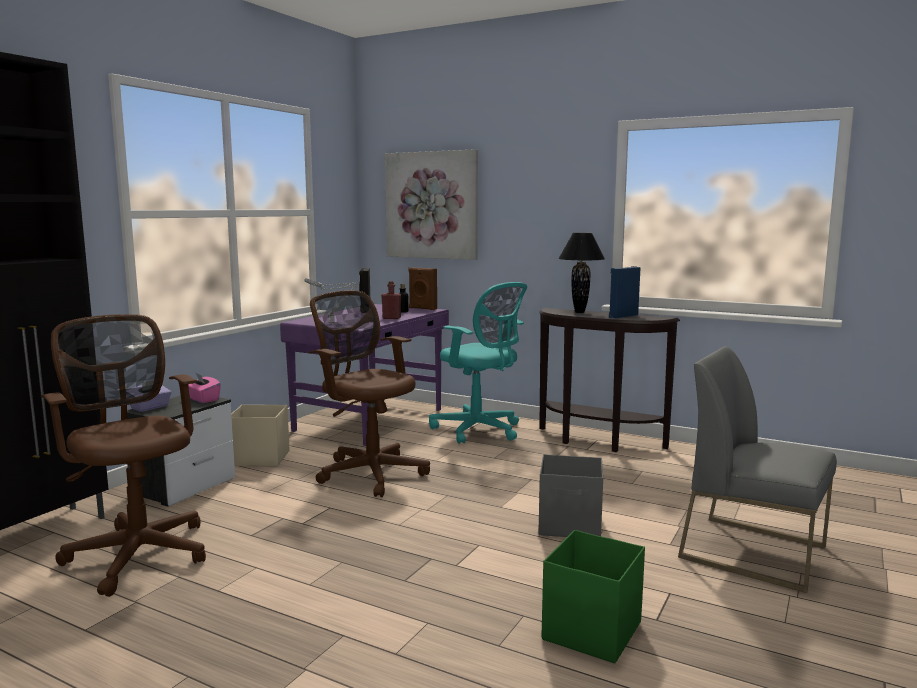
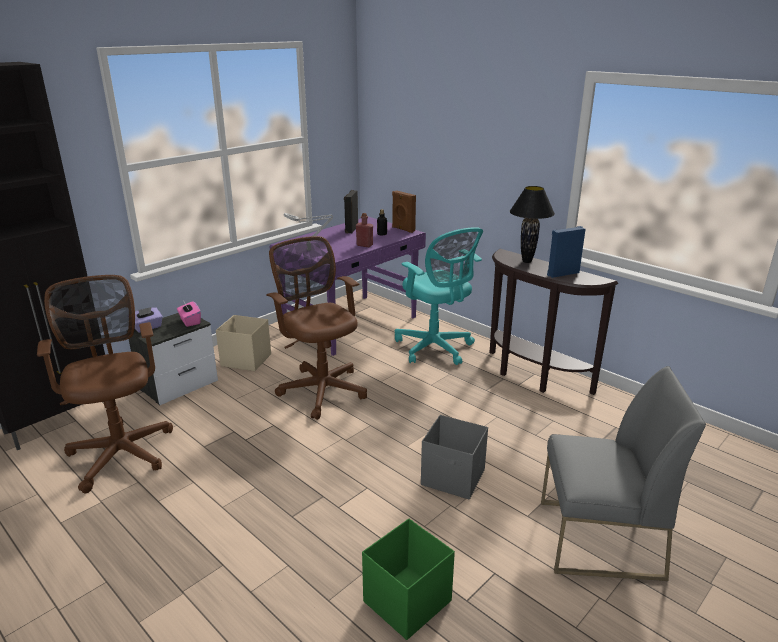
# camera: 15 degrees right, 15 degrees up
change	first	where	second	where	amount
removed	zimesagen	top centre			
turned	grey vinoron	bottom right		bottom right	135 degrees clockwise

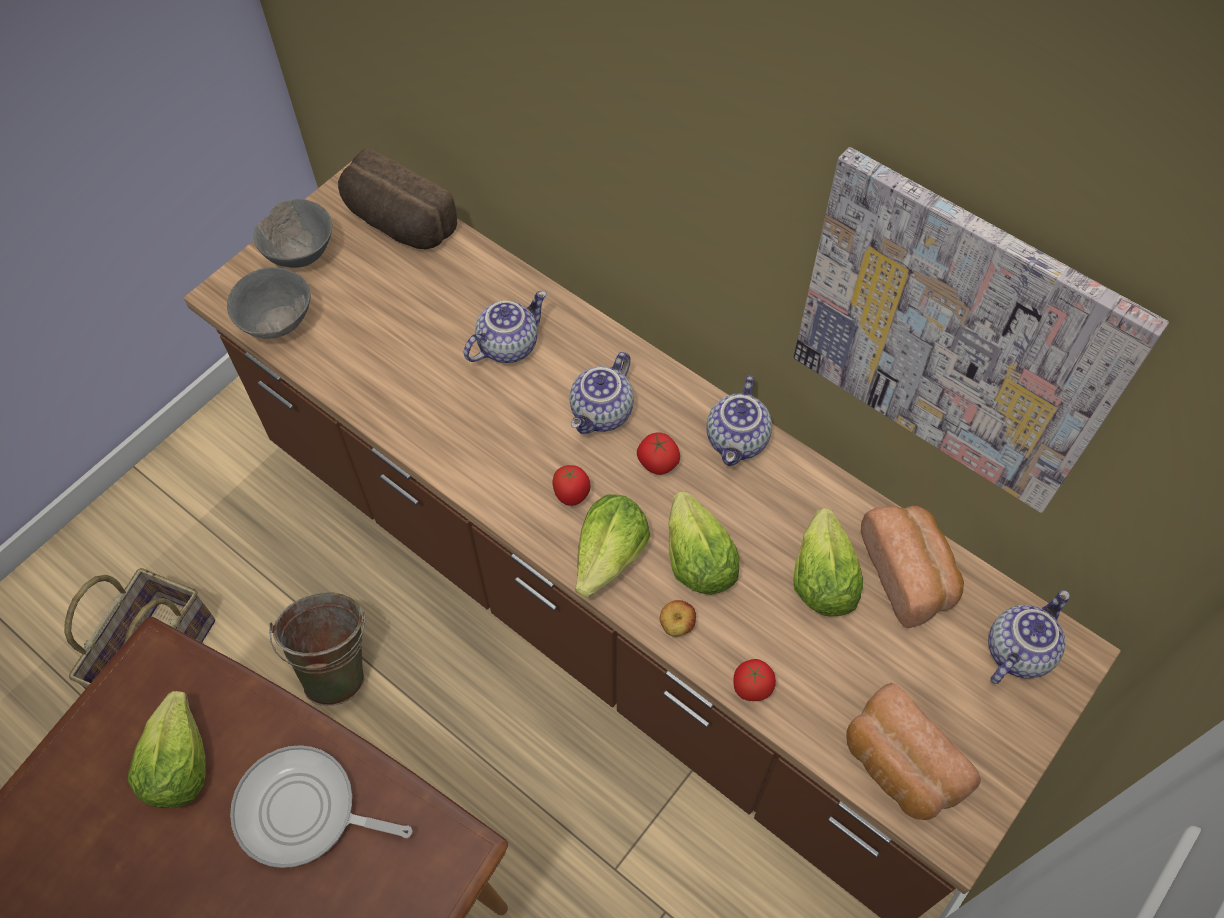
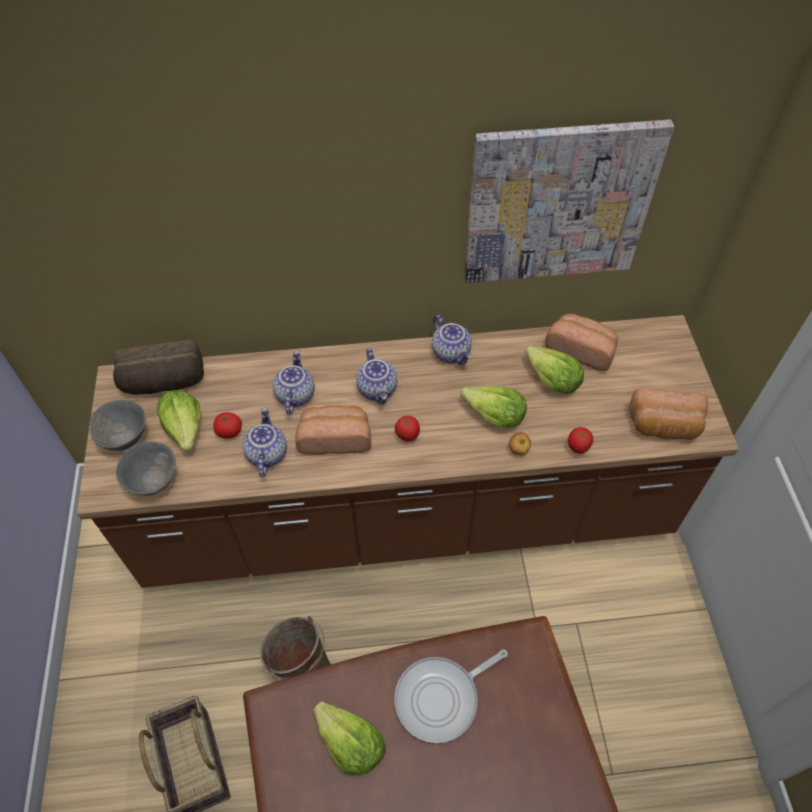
# camera: 45 degrees left, 5 degrees down
change	first	where	second	where	amount
added			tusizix (2nd from left)	centre	
moved	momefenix (2nd from left in the first image)	centre	momefenix (1st from left)	middle left	
moved	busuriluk (2nd from left in the first image)	centre	busuriluk (1st from left)	middle left	
moved	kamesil (4th from left in the first image)	bottom right	kamesil (1st from left)	middle left	

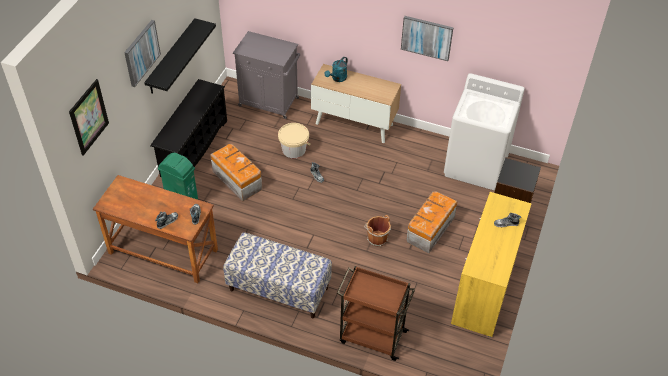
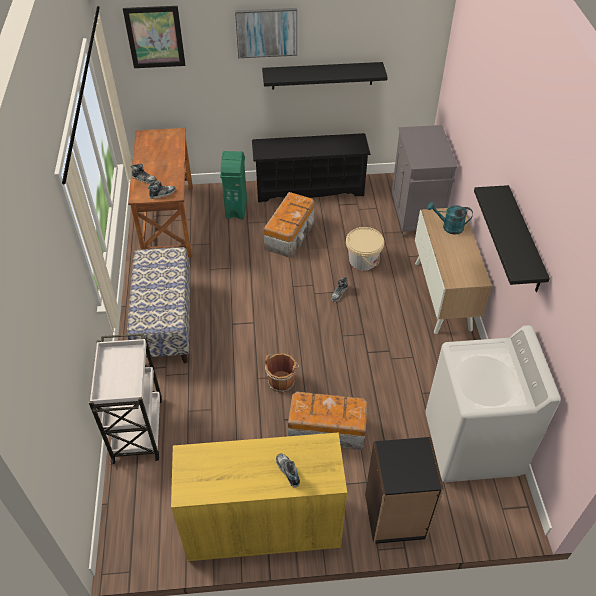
# camera: 65 degrees right, 0 degrees up
change	first	where	second	where	amount
replaced	zimesagen (3rd from left)	top centre	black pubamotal (2nd from left)	middle right	
recoloured	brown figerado	bottom centre	white figerado	bottom left	

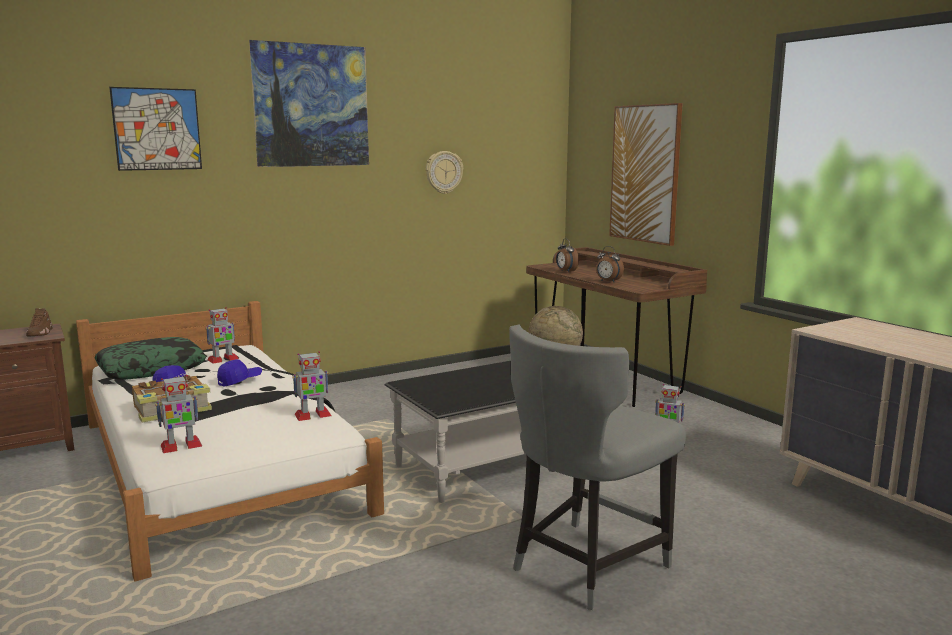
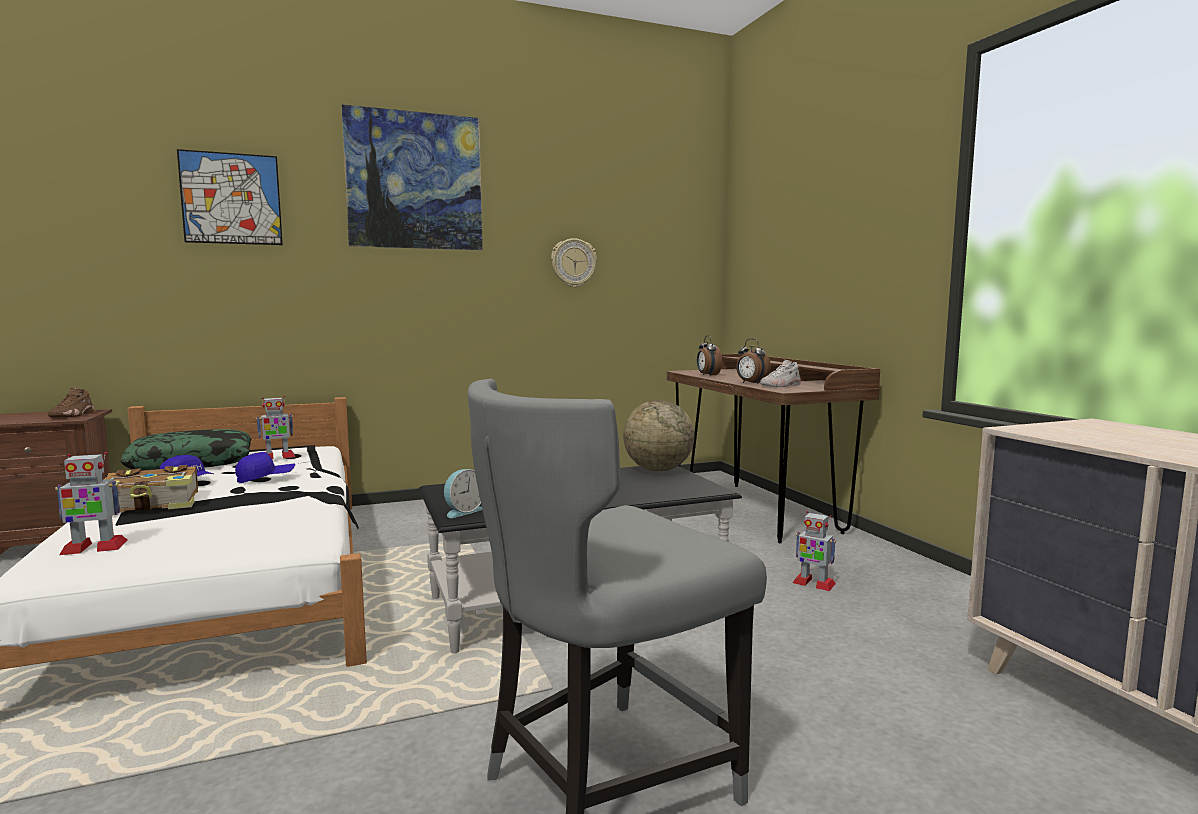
# camera: 10 degrees right, 5 degrees down
change	first	where	second	where	amount
removed	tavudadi (3rd from left)	middle left			
removed	zimesagen (3rd from left)	top right			
added			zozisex (1st from left)	centre	
added			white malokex	centre	

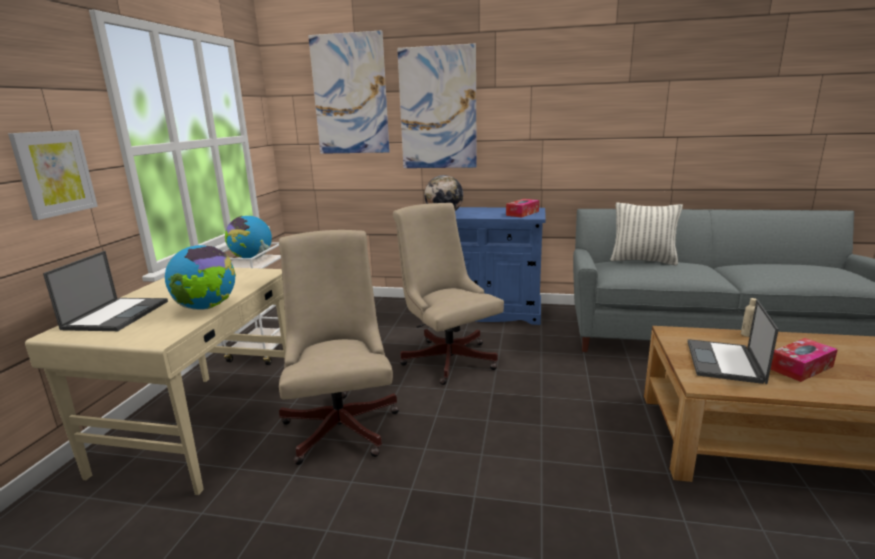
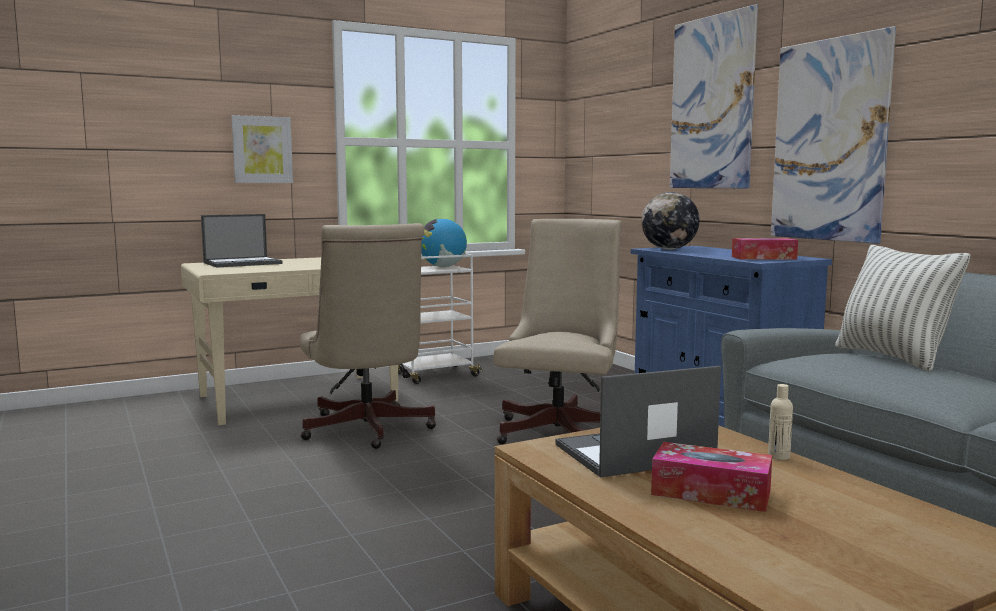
# camera: 50 degrees right, 10 degrees down
change	first	where	second	where	amount
removed	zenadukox (1st from left)	middle left			
moved	zimesagen (2nd from left in the first image)	top centre	zimesagen (3rd from left)	top right	
turned	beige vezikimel (1st from left)	centre		centre	120 degrees clockwise

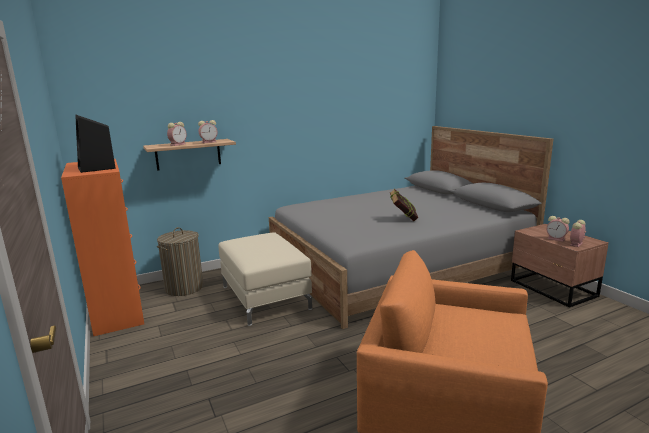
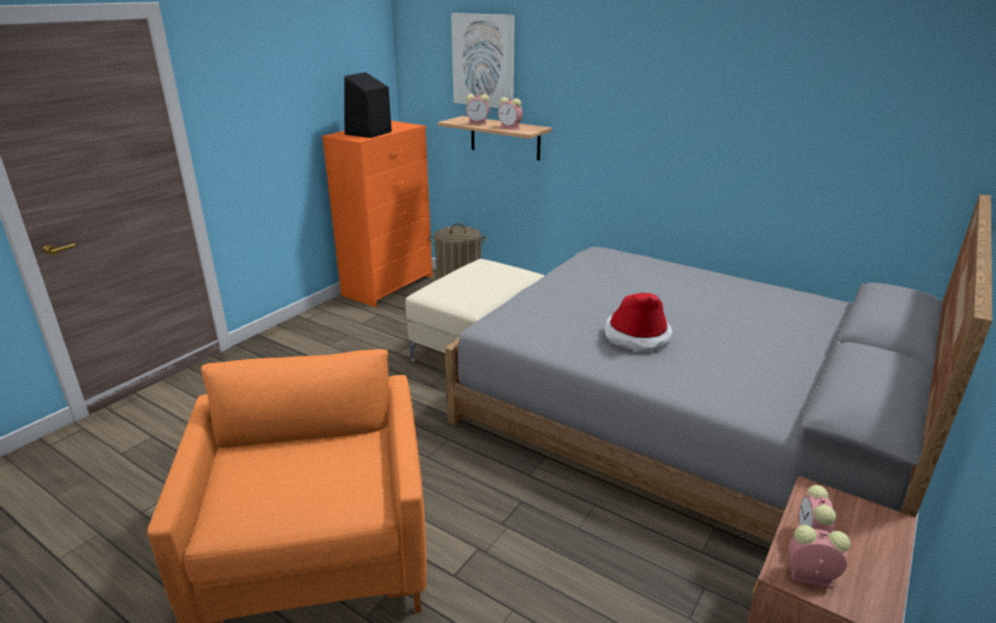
# camera: 60 degrees right, 10 degrees up
change	first	where	second	where	amount
added			zimesagen	top centre	
replaced	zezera	centre	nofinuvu	centre	

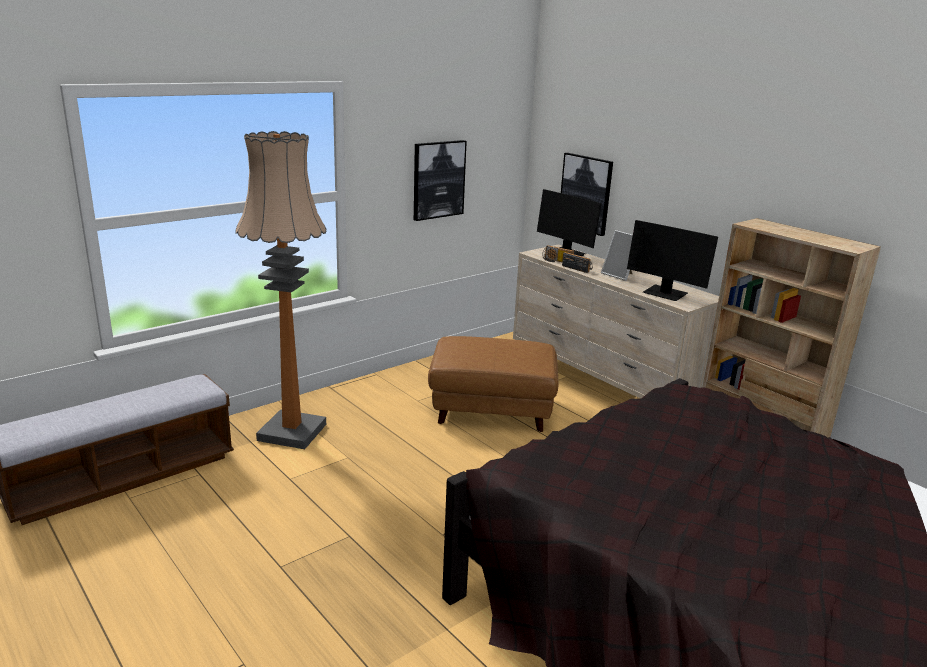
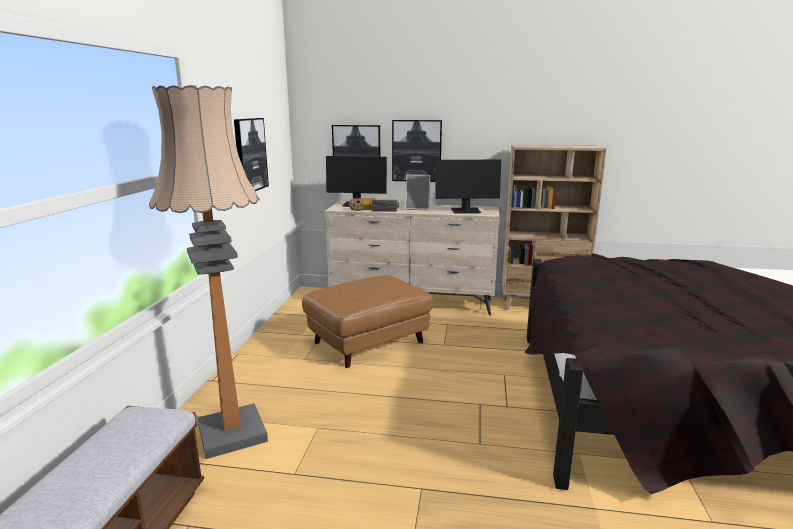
# camera: 40 degrees left, 5 degrees down
change	first	where	second	where	amount
added			zimesagen (3rd from left)	top centre	

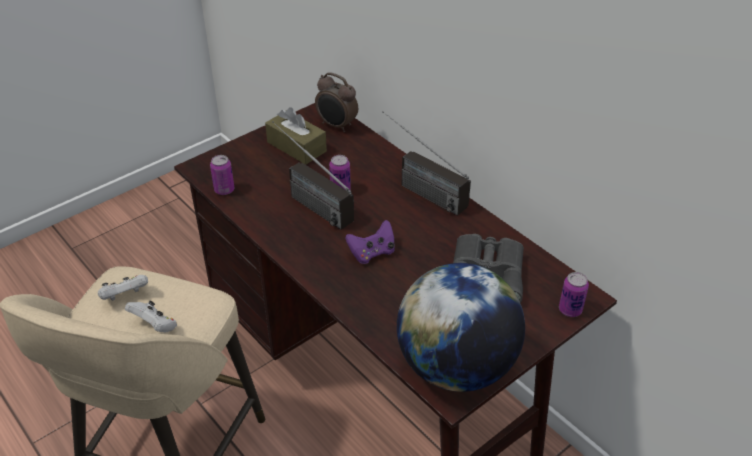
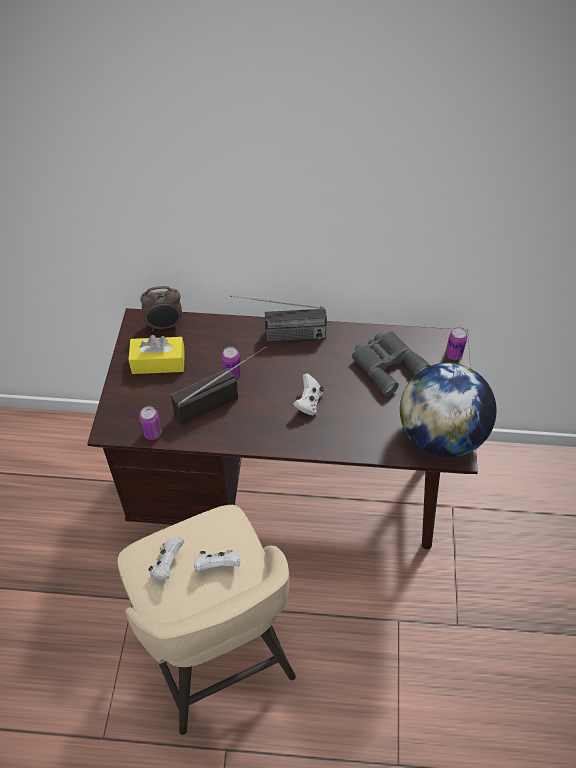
# camera: 45 degrees left, 10 degrees up
change	first	where	second	where	amount
recoloured	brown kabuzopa	top centre	yellow kabuzopa	middle left	
recoloured	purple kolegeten	centre	white kolegeten (3rd from left)	centre	
turned	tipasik (1st from left)	centre		centre	150 degrees clockwise

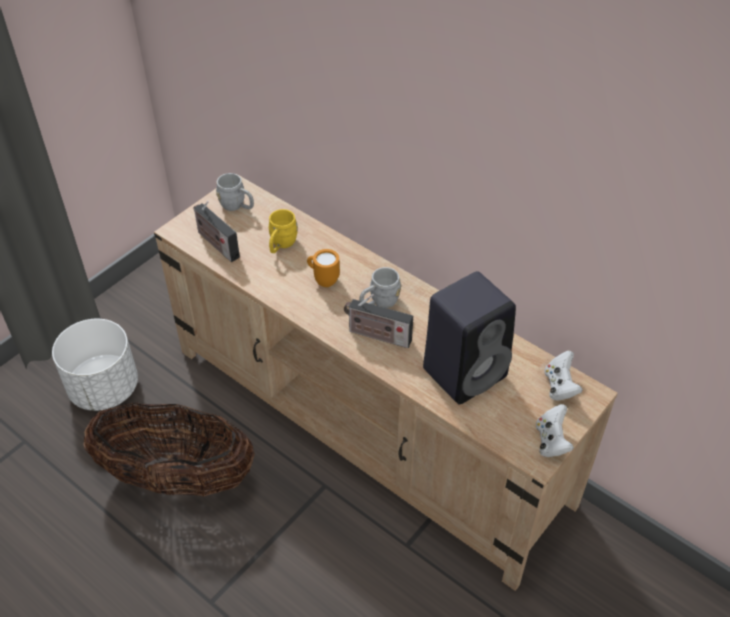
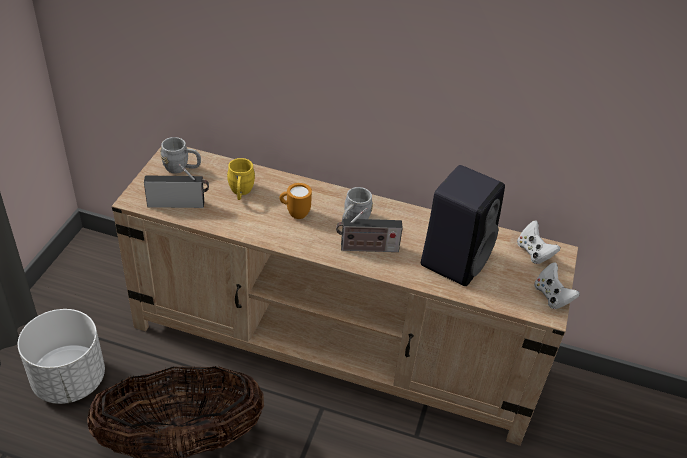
# camera: 25 degrees left, 5 degrees down
change	first	where	second	where	amount
turned	tipasik (1st from left)	middle left		middle left	150 degrees clockwise

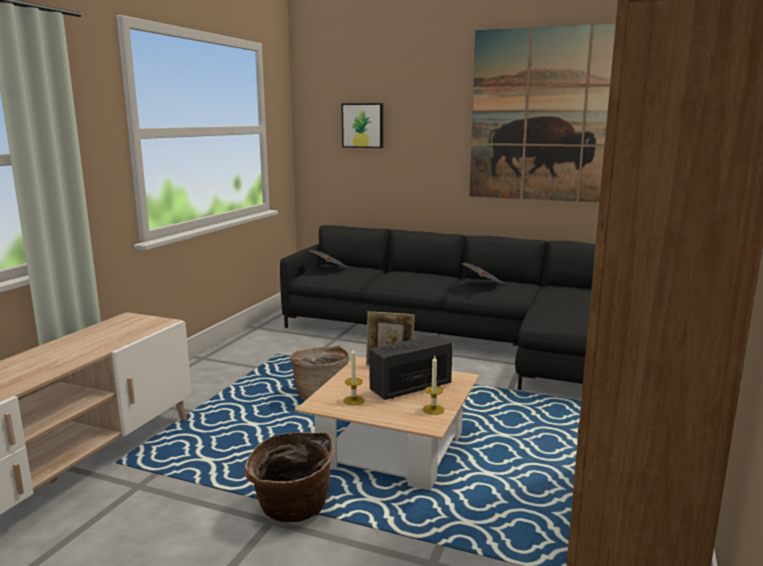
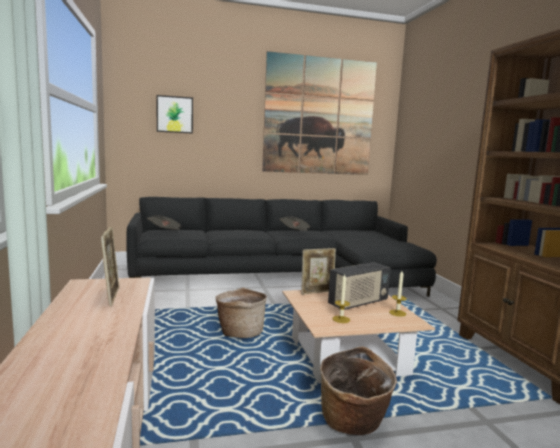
# camera: 35 degrees left, 5 degrees down
change	first	where	second	where	amount
added			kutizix (1st from left)	middle left	
turned	tipasik	centre		centre	150 degrees counterclockwise

